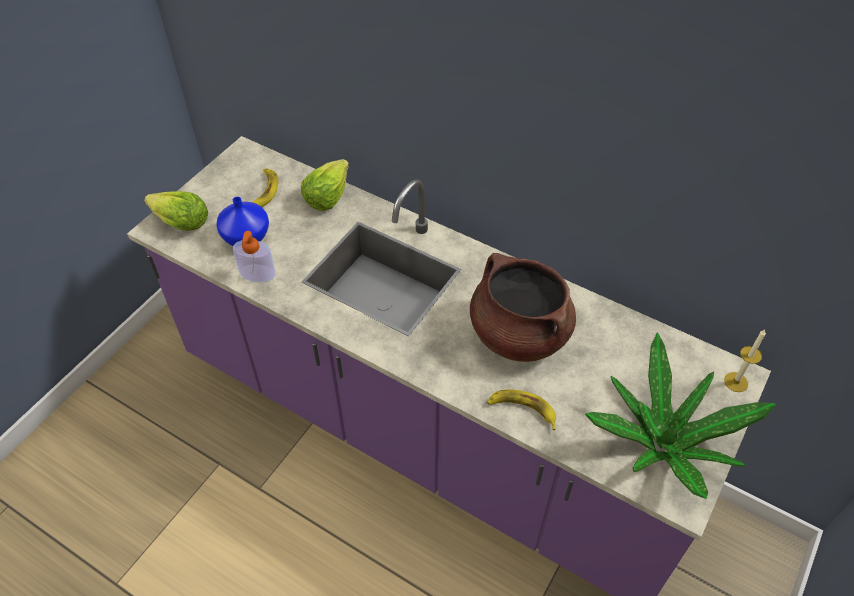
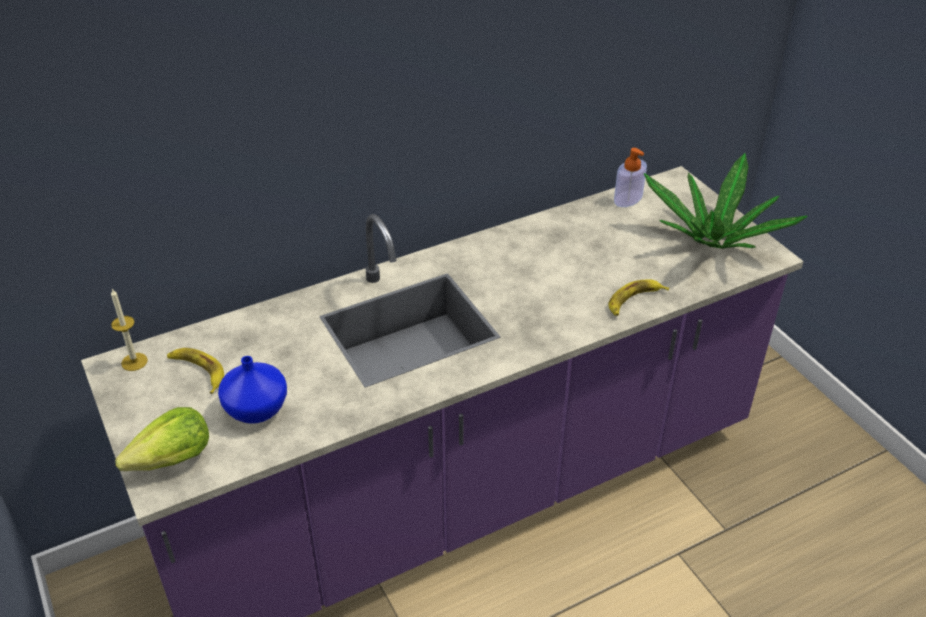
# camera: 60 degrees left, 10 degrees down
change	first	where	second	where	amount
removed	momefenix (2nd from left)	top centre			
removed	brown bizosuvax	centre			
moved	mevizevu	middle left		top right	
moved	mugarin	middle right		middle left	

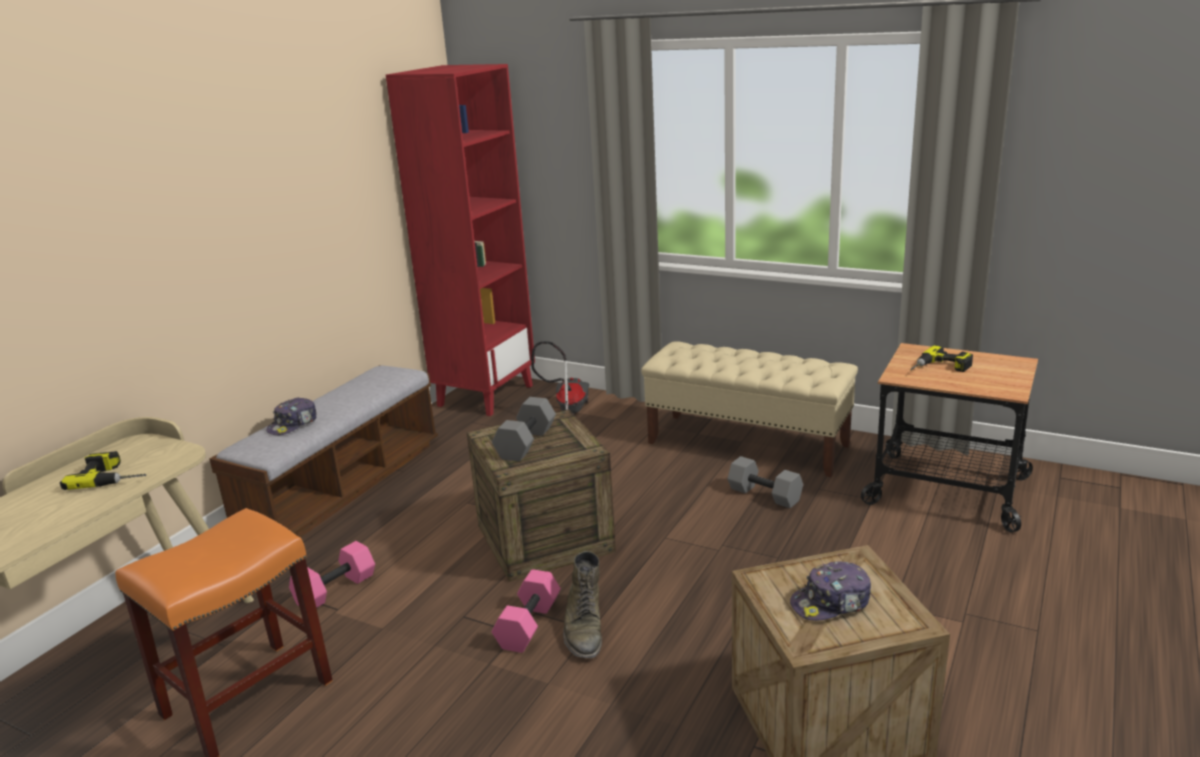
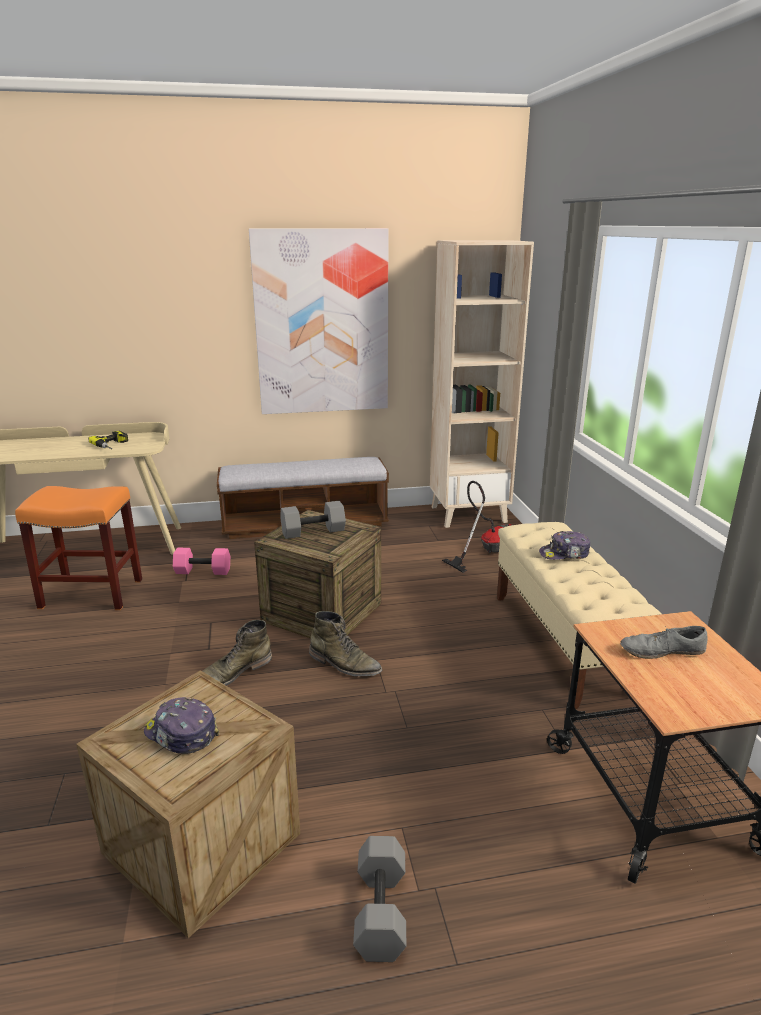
# camera: 50 degrees right, 0 degrees up
change	first	where	second	where	amount
removed	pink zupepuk (2nd from left)	bottom centre			
added			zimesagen	top centre	
added			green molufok (2nd from left)	centre	
moved	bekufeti (1st from left in the first image)	middle left	bekufeti (2nd from left)	middle right	
moved	grey zupepuk (2nd from left)	centre		bottom centre	
replaced	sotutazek (2nd from left)	middle right	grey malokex	middle right	
recoloured	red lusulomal	top centre	beige lusulomal	centre	

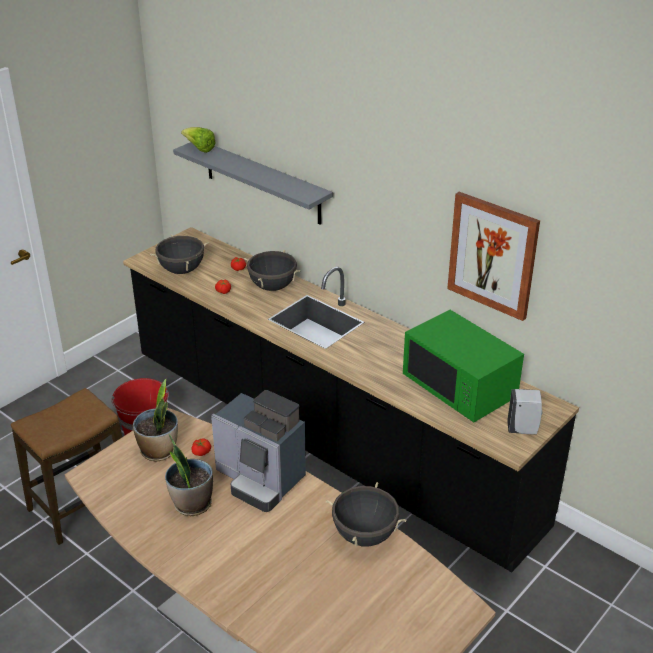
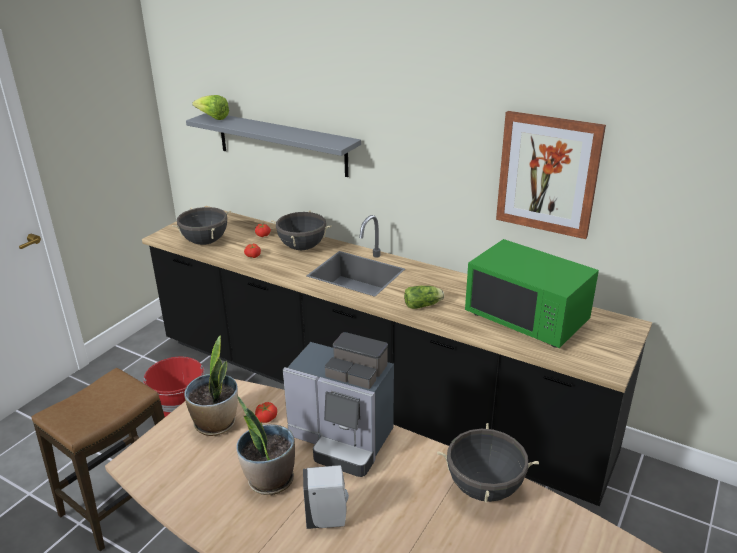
# camera: 10 degrees left, 5 degrees down
change	first	where	second	where	amount
added			momefenix (2nd from left)	centre	
moved	white mevizevu	middle right		bottom centre	

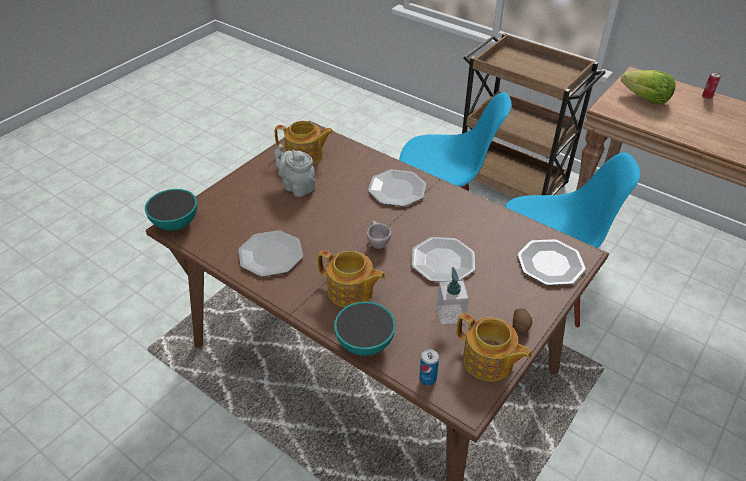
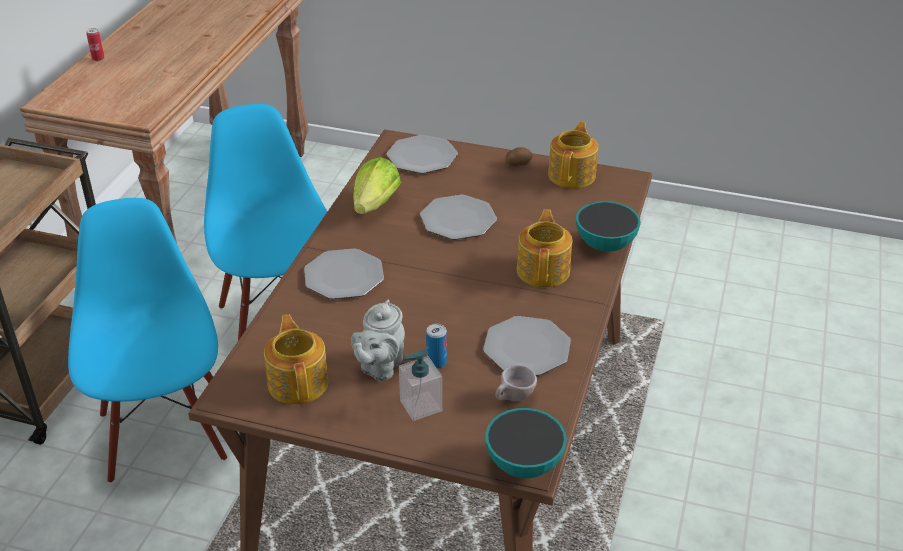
# camera: 110 degrees left, 5 degrees down
change	first	where	second	where	amount
moved	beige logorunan	centre		bottom centre	
moved	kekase (1st from left in the first image)	bottom centre	kekase (2nd from left)	centre	
moved	mevizevu	centre		bottom centre	
moved	momefenix	top right		centre	

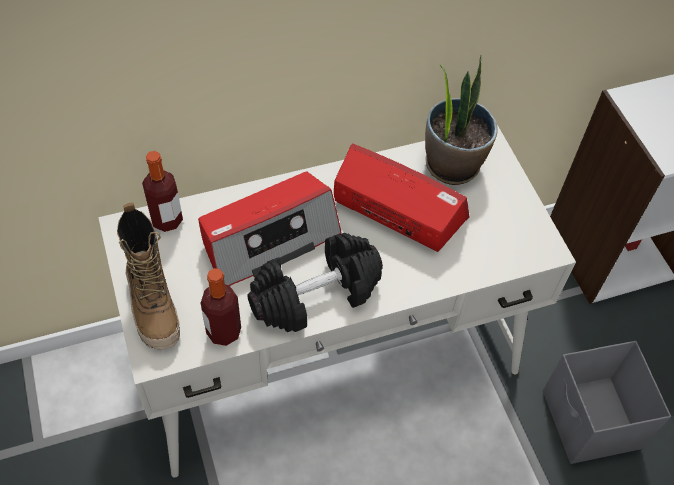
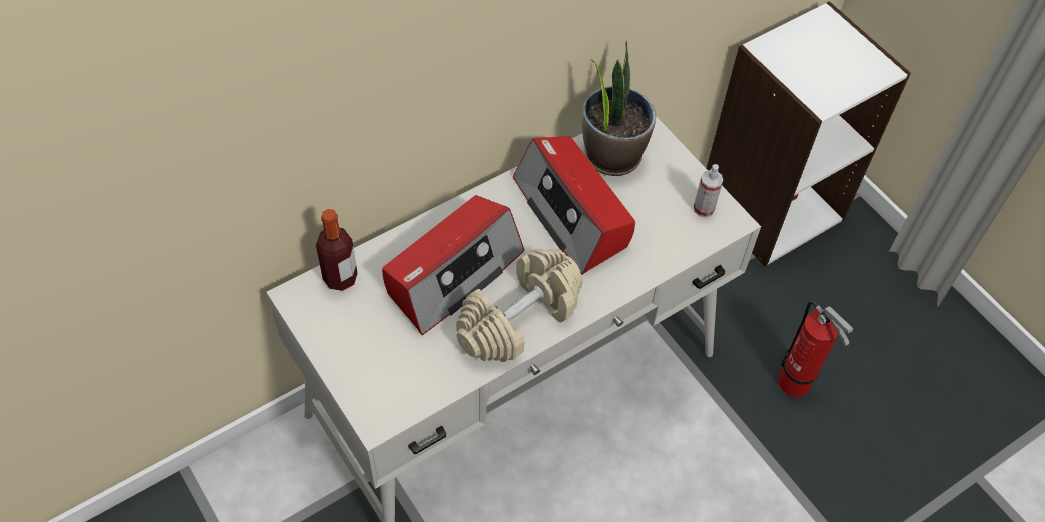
# camera: 15 degrees left, 0 degrees up
change	first	where	second	where	amount
removed	molufok	middle left			
removed	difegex (2nd from left)	middle left			
added			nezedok	middle right	
replaced	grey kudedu	bottom right	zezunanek	bottom right	
recoloured	black zupepuk	centre	beige zupepuk	centre	
turned	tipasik (2nd from left)	centre		centre	135 degrees counterclockwise

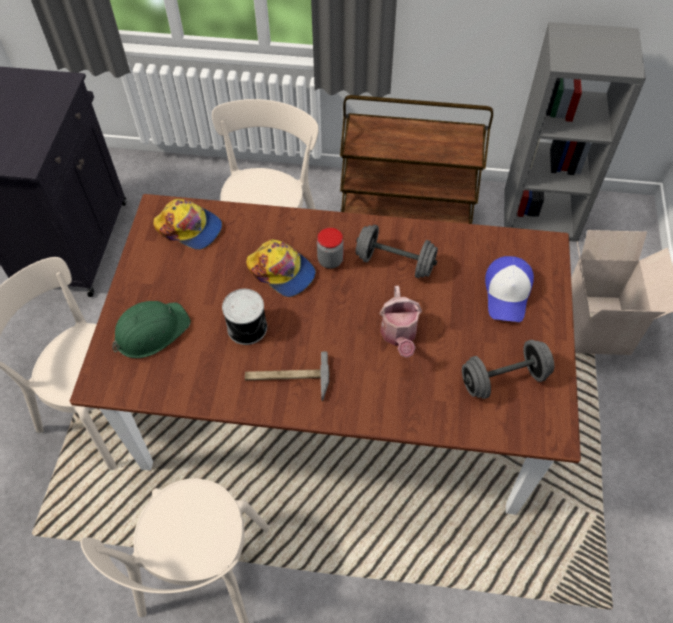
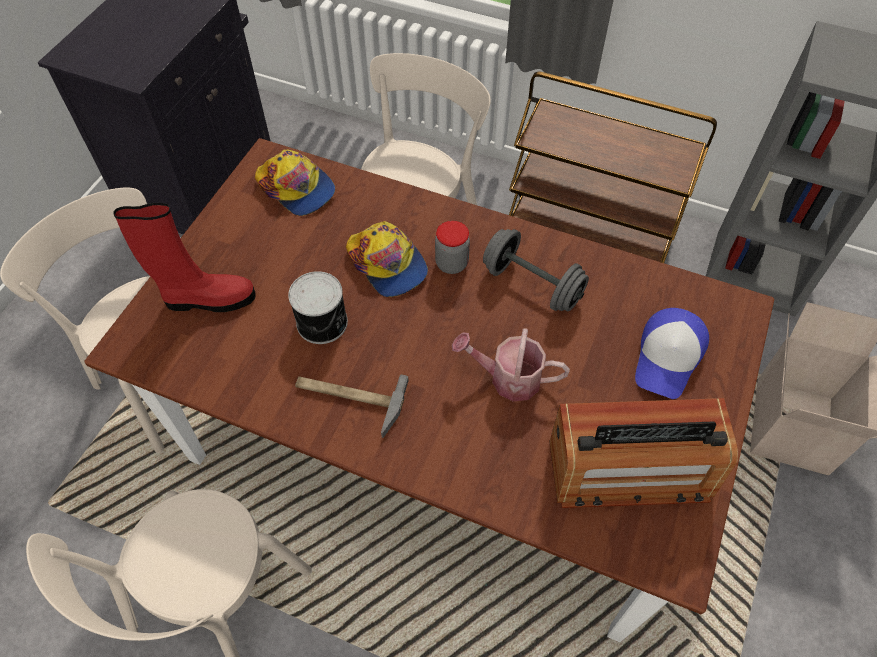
# camera: 15 degrees right, 0 degrees up
change	first	where	second	where	amount
replaced	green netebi	middle left	red molufok	middle left	
replaced	grey zupepuk (2nd from left)	middle right	tipasik	bottom right	
turned	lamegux	centre		centre	90 degrees clockwise

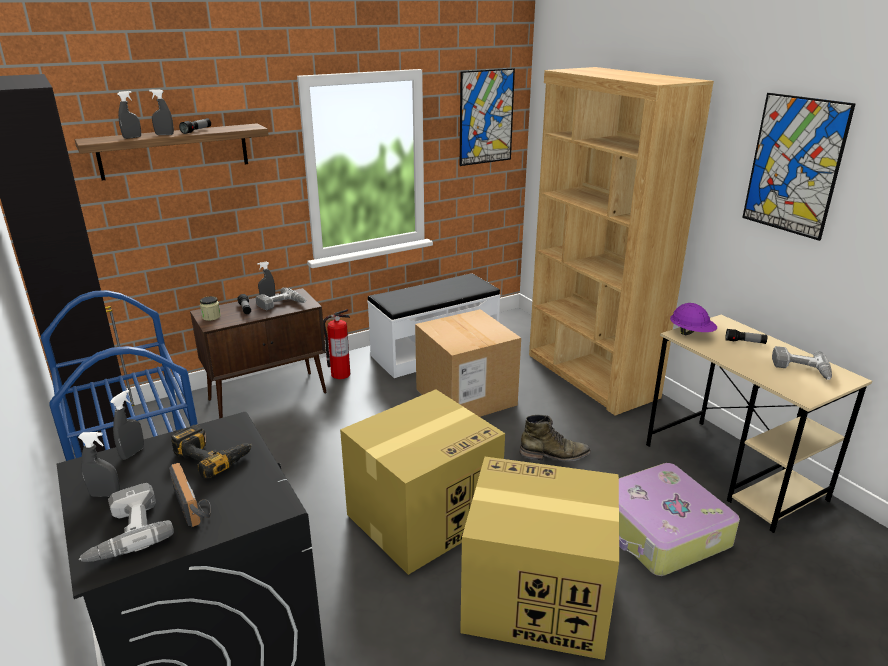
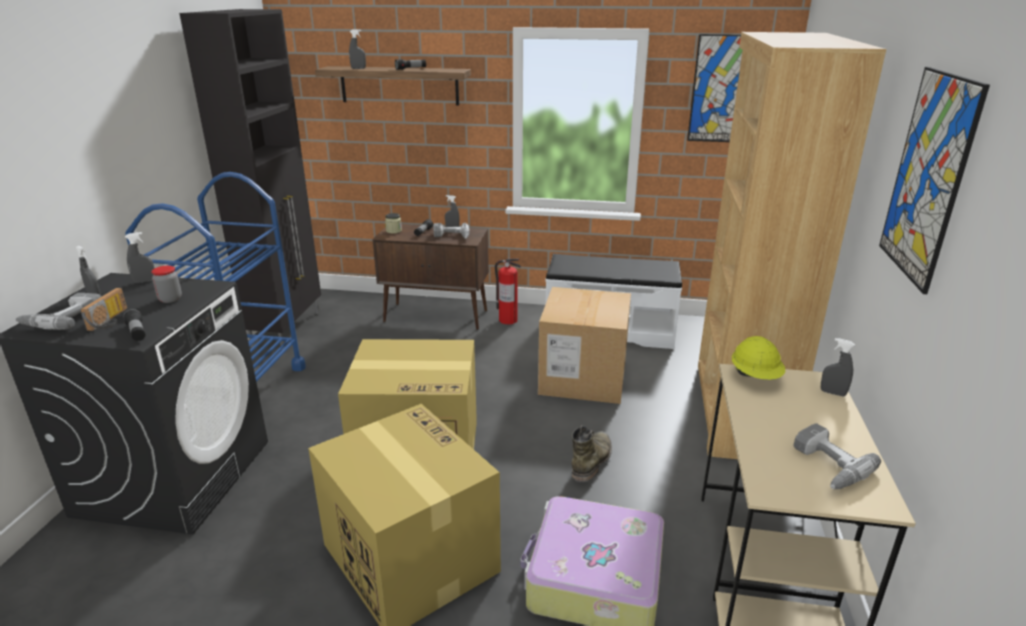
# camera: 40 degrees right, 0 degrees up
change	first	where	second	where	amount
moved	grey nezedok (4th from left in the first image)	top left	grey nezedok (5th from left)	middle right	
moved	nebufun (3rd from left in the first image)	middle right	nebufun (1st from left)	middle left	
replaced	sotutazek (2nd from left)	bottom left	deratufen (1st from left)	middle left	
recoloured	purple netebi	middle right	yellow netebi	middle right	
turned	green molufok	centre		bottom centre	105 degrees counterclockwise

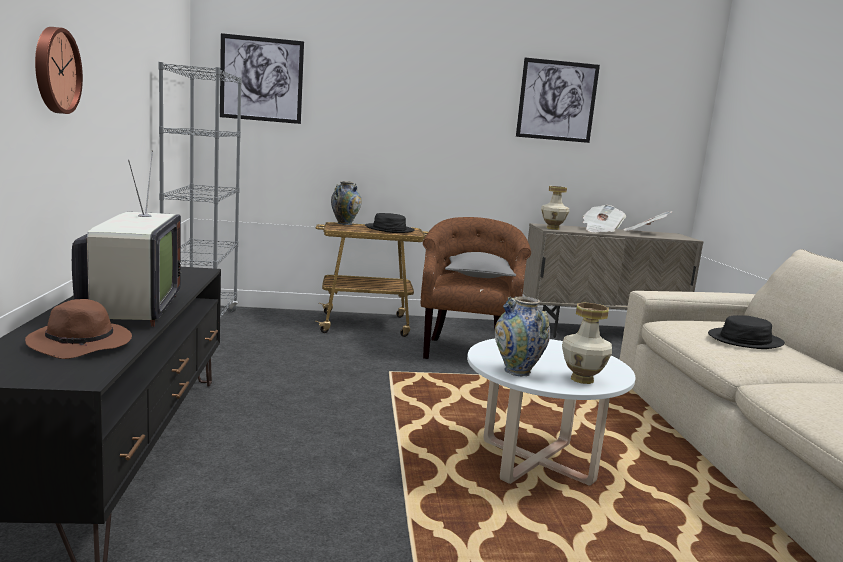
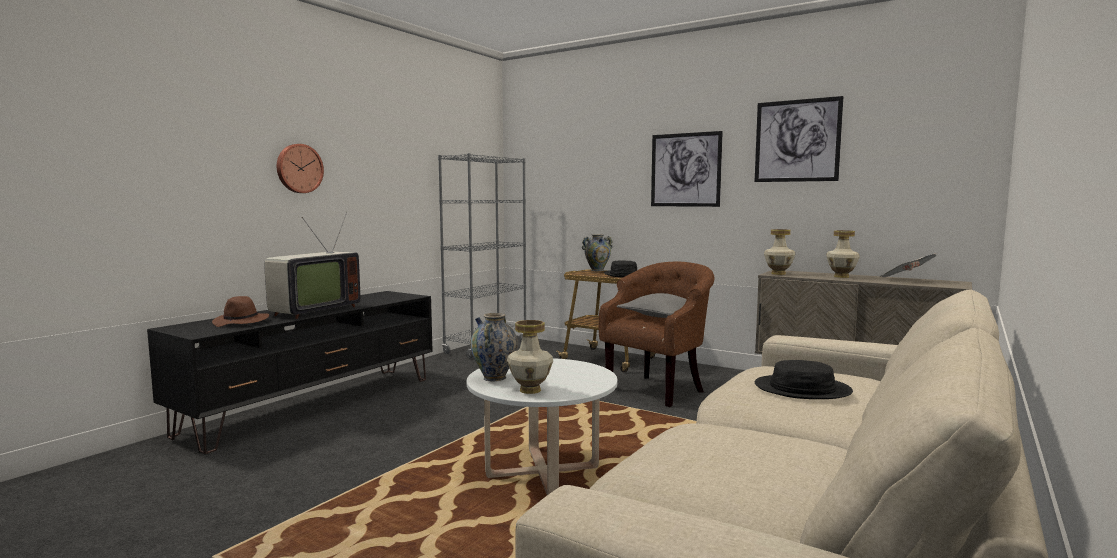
# camera: 40 degrees right, 5 degrees down
change	first	where	second	where	amount
moved	zimesagen (1st from left)	top left		top centre	
replaced	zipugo (1st from left)	middle right	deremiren (5th from left)	middle right	

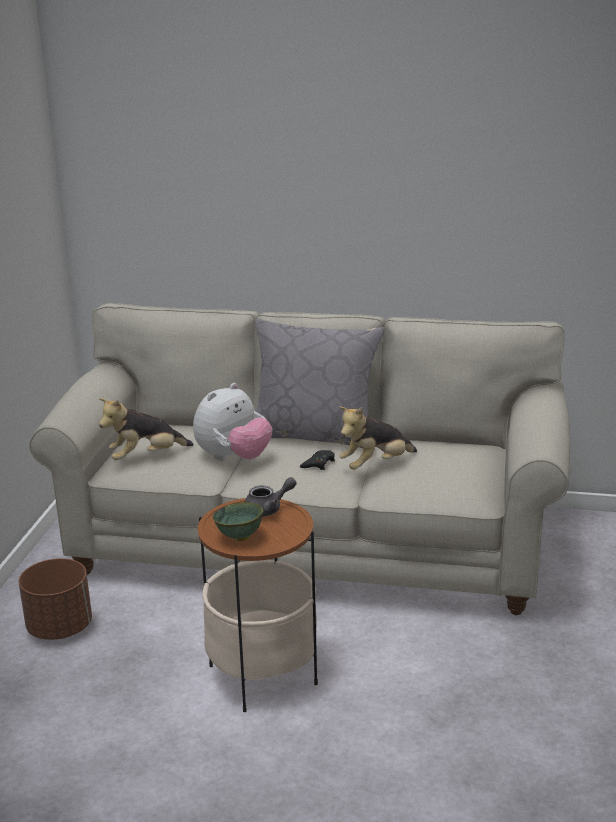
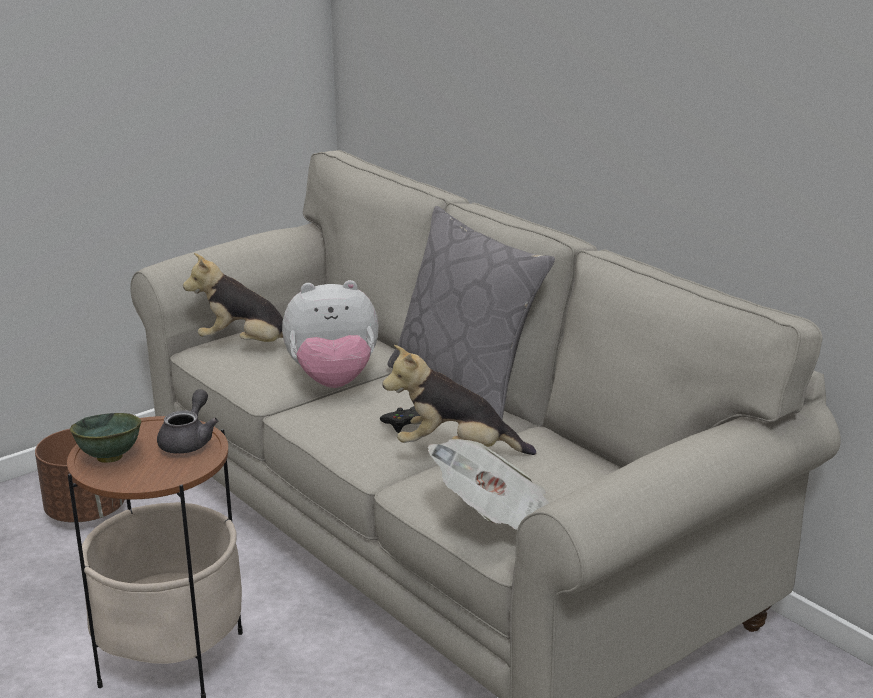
# camera: 40 degrees right, 0 degrees up
change	first	where	second	where	amount
added			zipugo	bottom centre	
turned	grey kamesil	centre		middle left	90 degrees counterclockwise

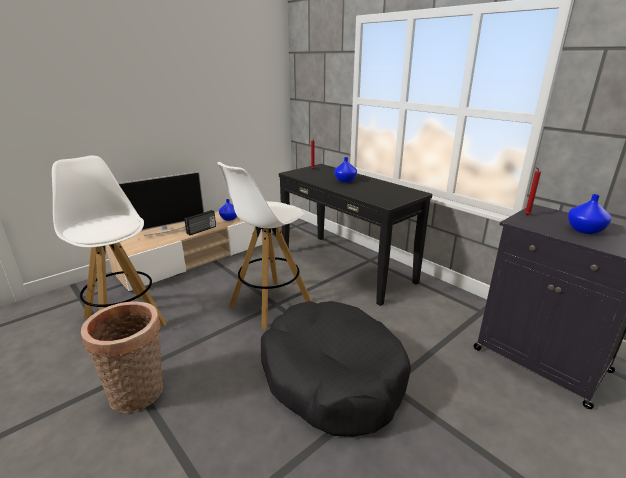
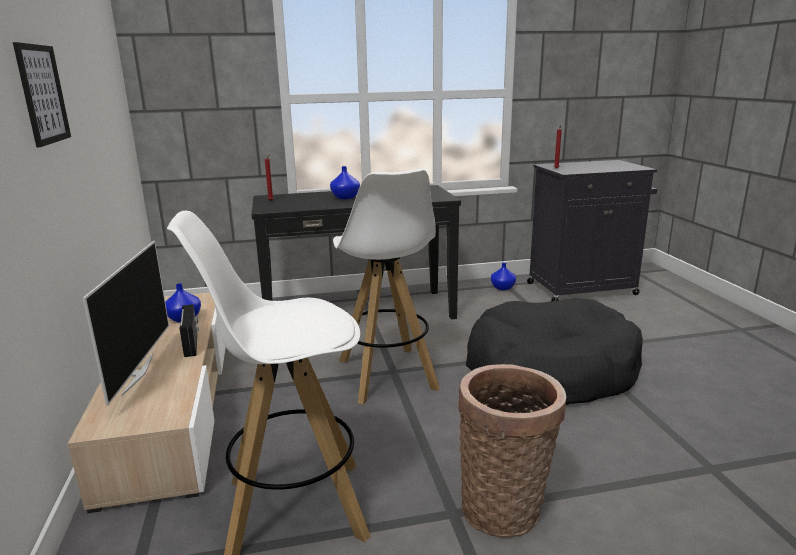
# camera: 60 degrees left, 5 degrees down
change	first	where	second	where	amount
added			zimesagen	top left	
moved	blue deremiren (3rd from left)	middle right		centre	

